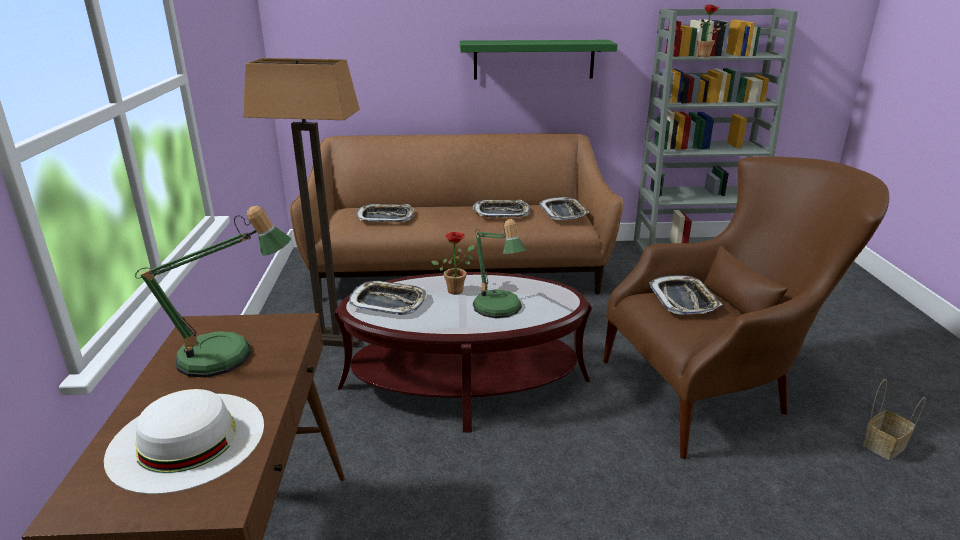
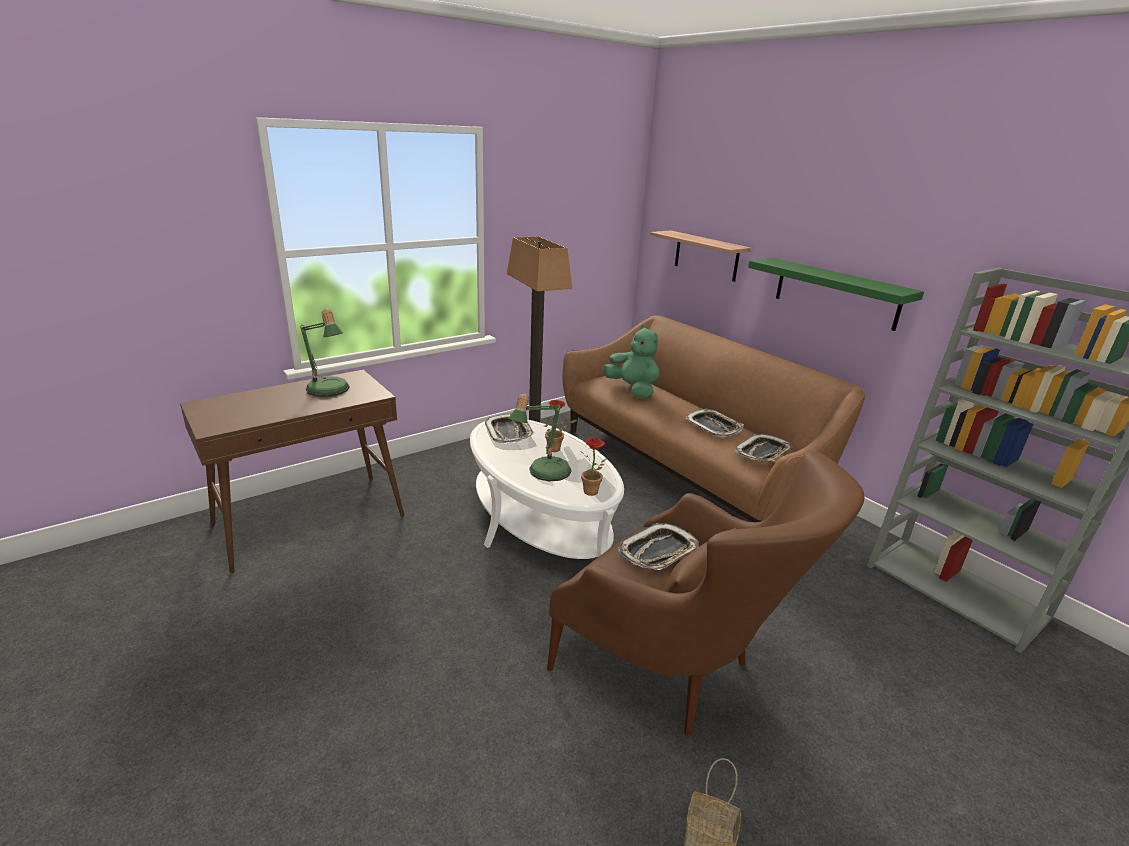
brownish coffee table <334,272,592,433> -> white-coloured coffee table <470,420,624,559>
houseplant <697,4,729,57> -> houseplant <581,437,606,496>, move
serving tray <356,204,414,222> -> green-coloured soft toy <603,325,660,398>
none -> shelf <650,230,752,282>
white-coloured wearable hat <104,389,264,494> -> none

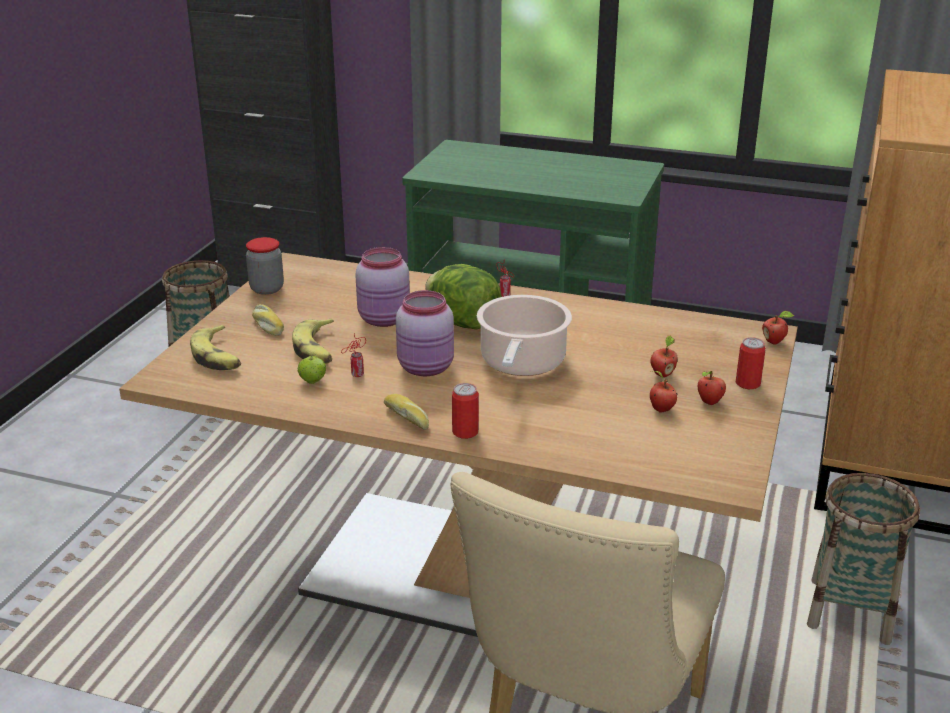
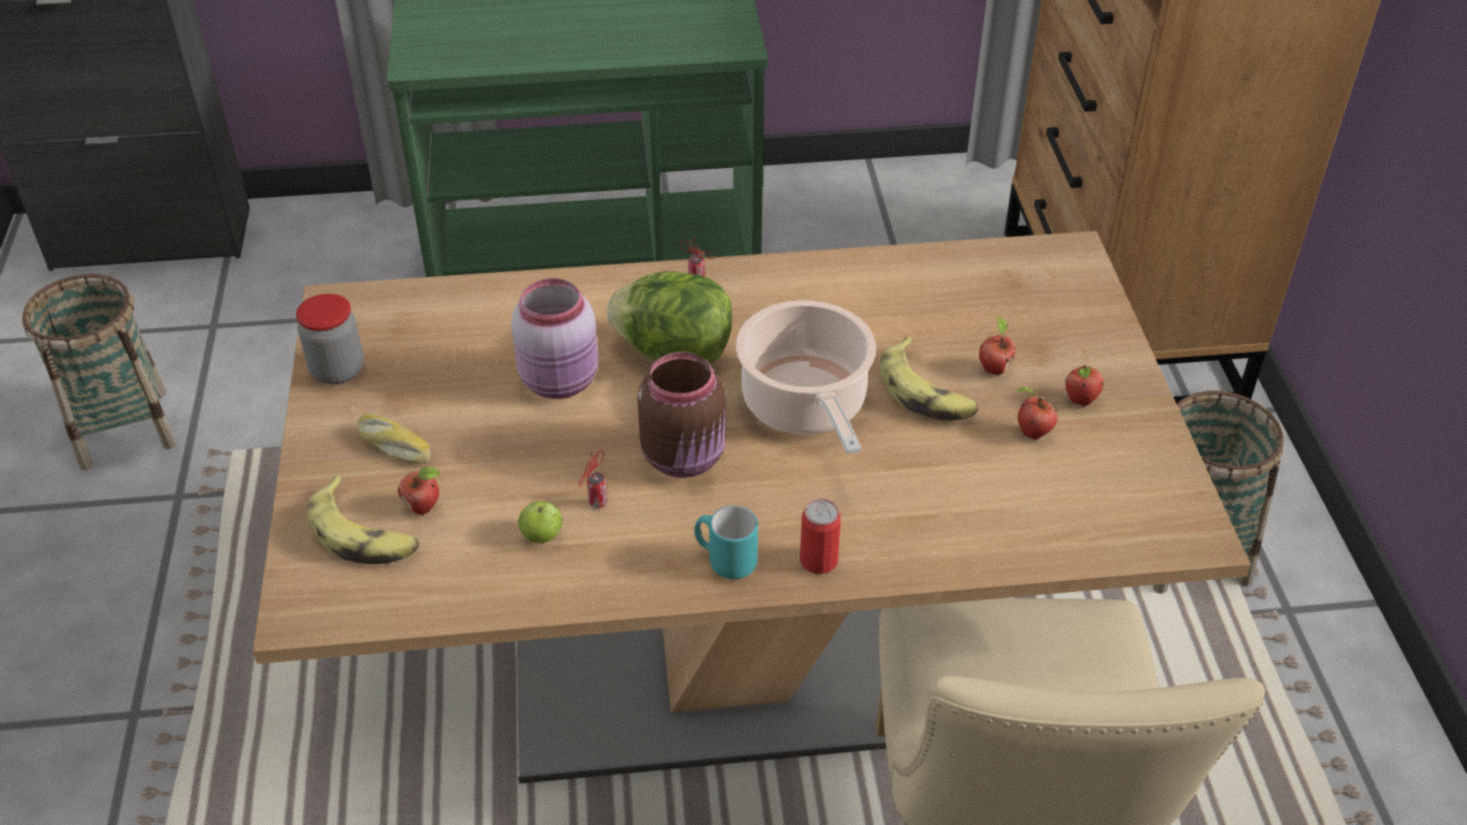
apple fruit <762,311,794,345> -> apple fruit <398,467,441,515>, move
pinkish preserve jar <396,290,454,376> -> brownish preserve jar <637,352,726,478>
baked bread <384,394,429,430> -> blue-green coffee mug <694,506,758,579>
banana fruit <292,318,334,364> -> banana fruit <880,337,979,421>, move
sealed can <736,337,766,389> -> none

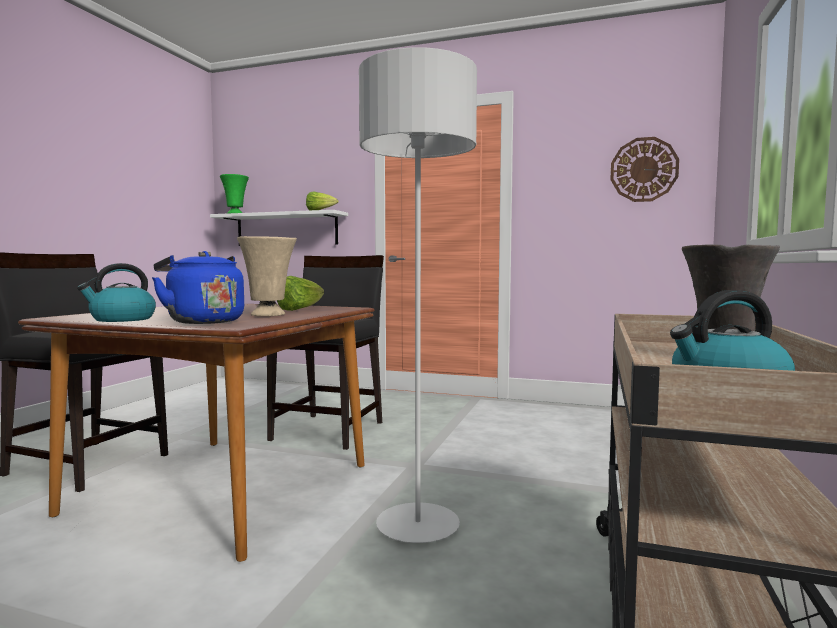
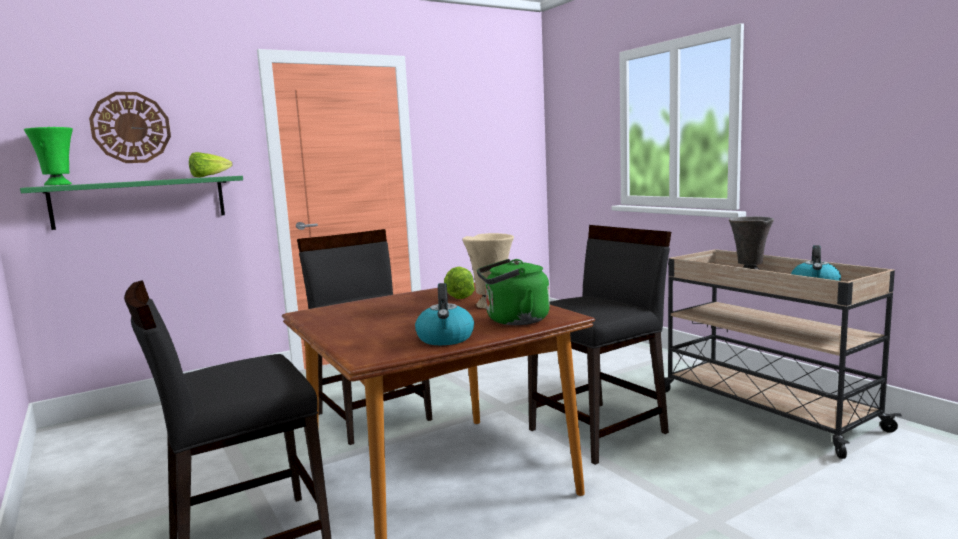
white-coloured shelf <210,210,348,246> -> green-coloured shelf <20,176,243,230>
wall clock <611,137,679,202> -> wall clock <89,92,171,163>, move
blue-coloured water kettle <152,251,244,324> -> green-coloured water kettle <477,259,550,325>
gray standing lamp <359,47,477,543> -> blackish chair <528,225,671,465>

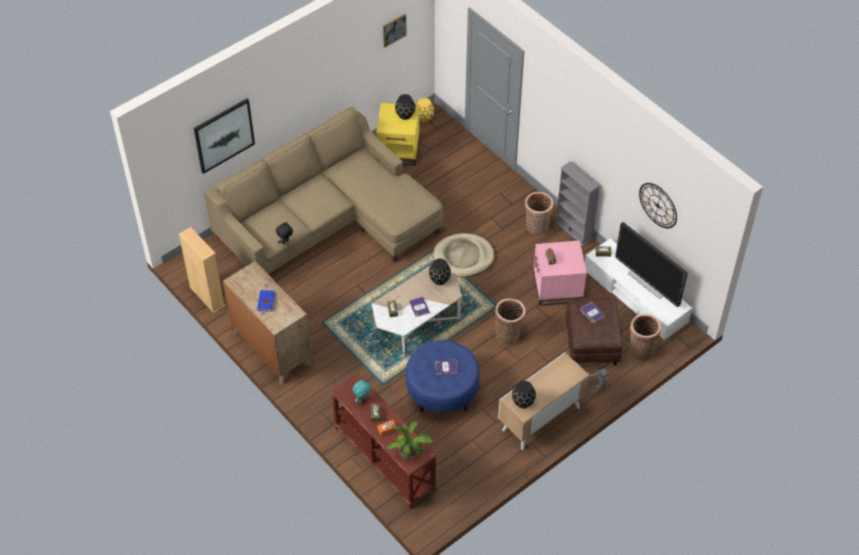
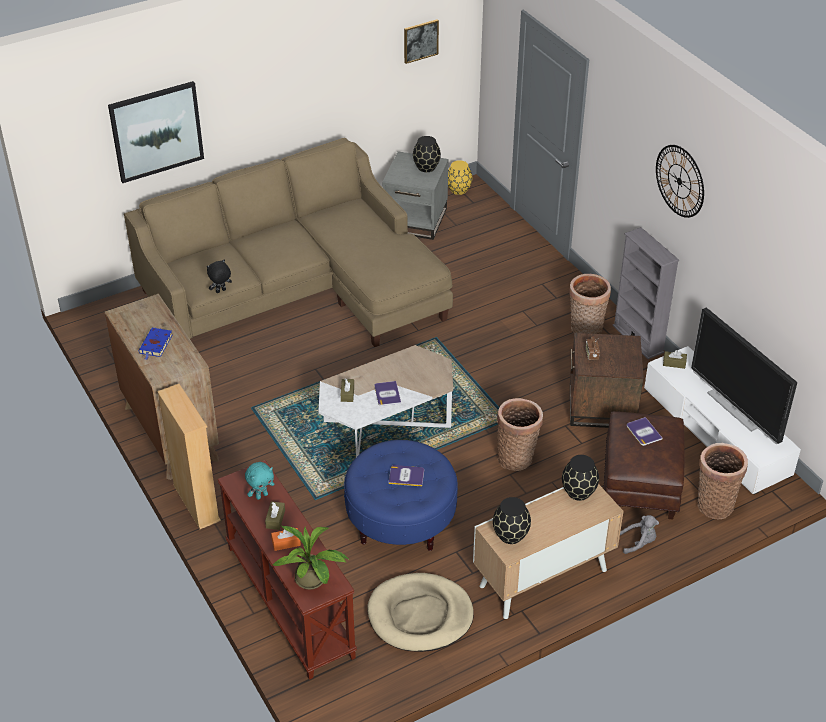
beige-coloured bookshelf <178,227,225,313> -> beige-coloured bookshelf <157,384,221,529>, move
beige-coloured dog bed <433,233,494,277> -> beige-coloured dog bed <367,573,474,652>, move
yellow end table <376,103,420,165> -> gray end table <382,151,448,240>
blackish vase <429,259,451,285> -> blackish vase <562,455,599,501>, move
pinkish end table <534,240,587,306> -> brownish end table <570,333,644,428>
wall clock <639,183,677,228> -> wall clock <656,145,704,218>, move

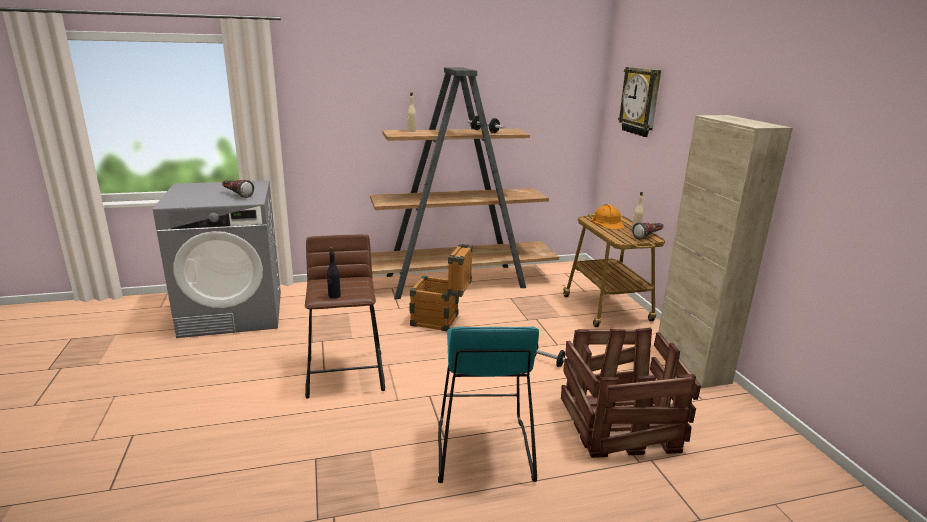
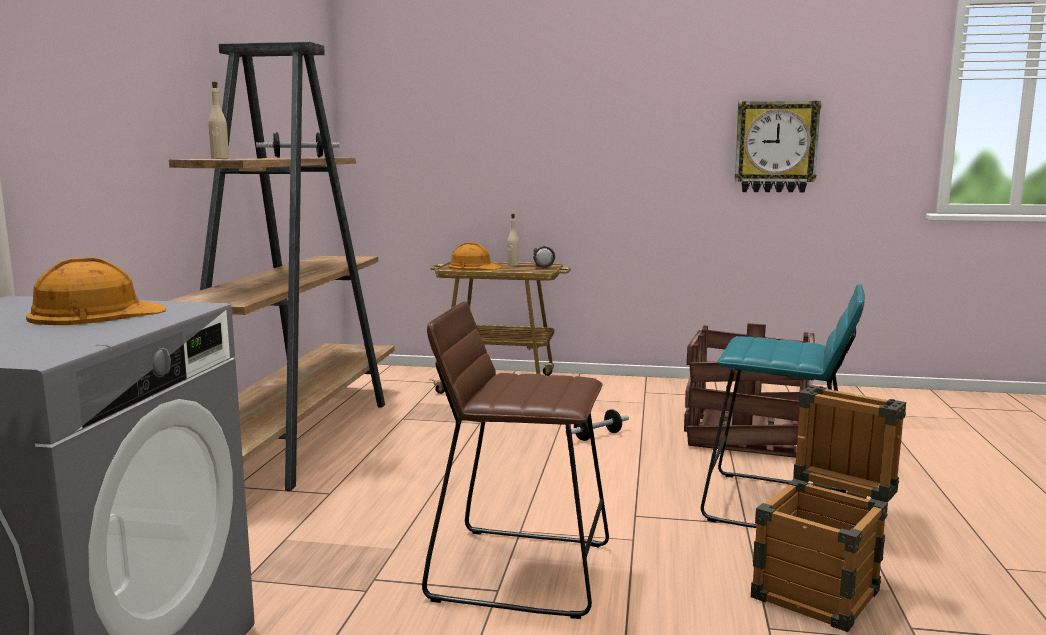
flashlight <222,180,254,198> -> orange-coloured safety helmet <26,257,166,325>
wall clock <618,67,661,137> -> wall clock <734,101,821,193>, move
crate <410,244,473,331> -> crate <751,385,906,632>, move
blackish beverage bottle <327,247,341,299> -> none
beige-coloured cupboard <658,115,793,388> -> none

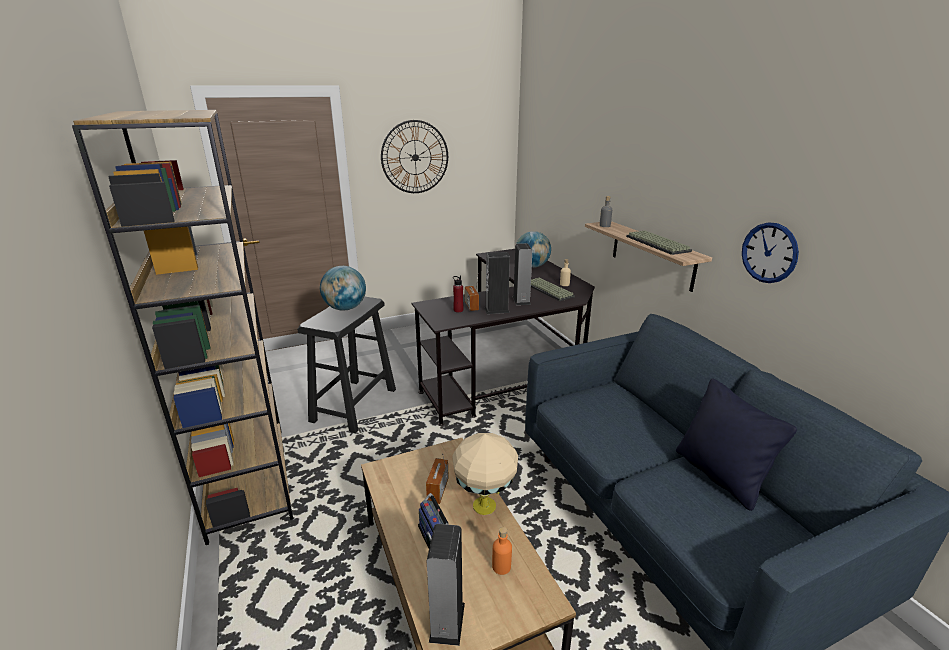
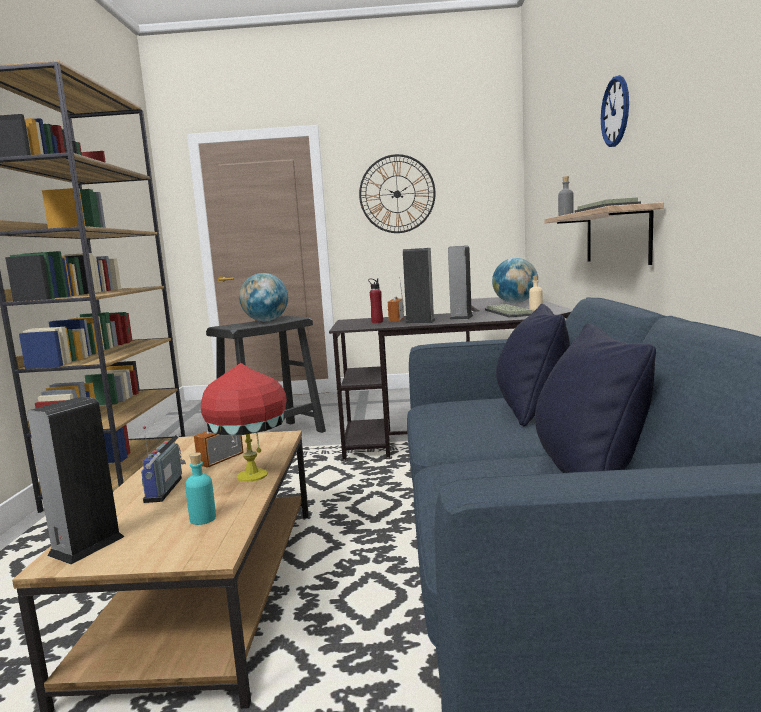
orange-coloured beverage bottle <492,527,512,575> -> blue-green beverage bottle <185,452,216,525>
beige-coloured tabletop lamp <453,433,518,515> -> red tabletop lamp <201,363,287,482>
none -> blackish pillow <496,304,570,426>
wall clock <742,222,799,283> -> wall clock <601,75,629,147>, move

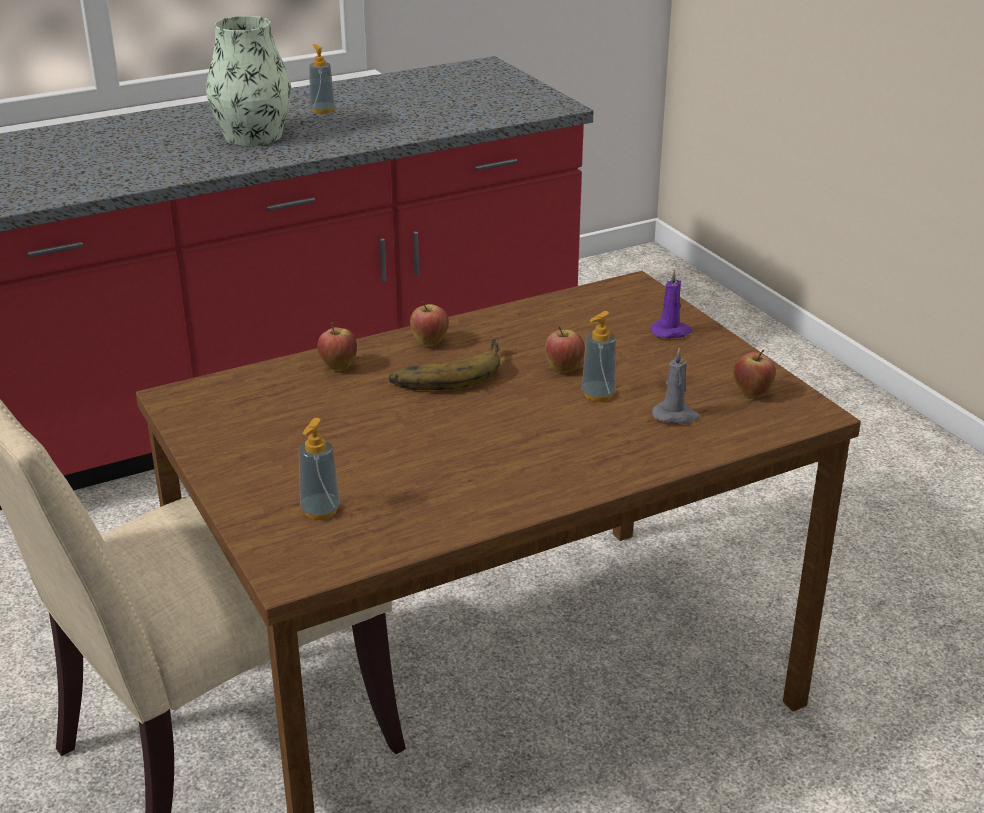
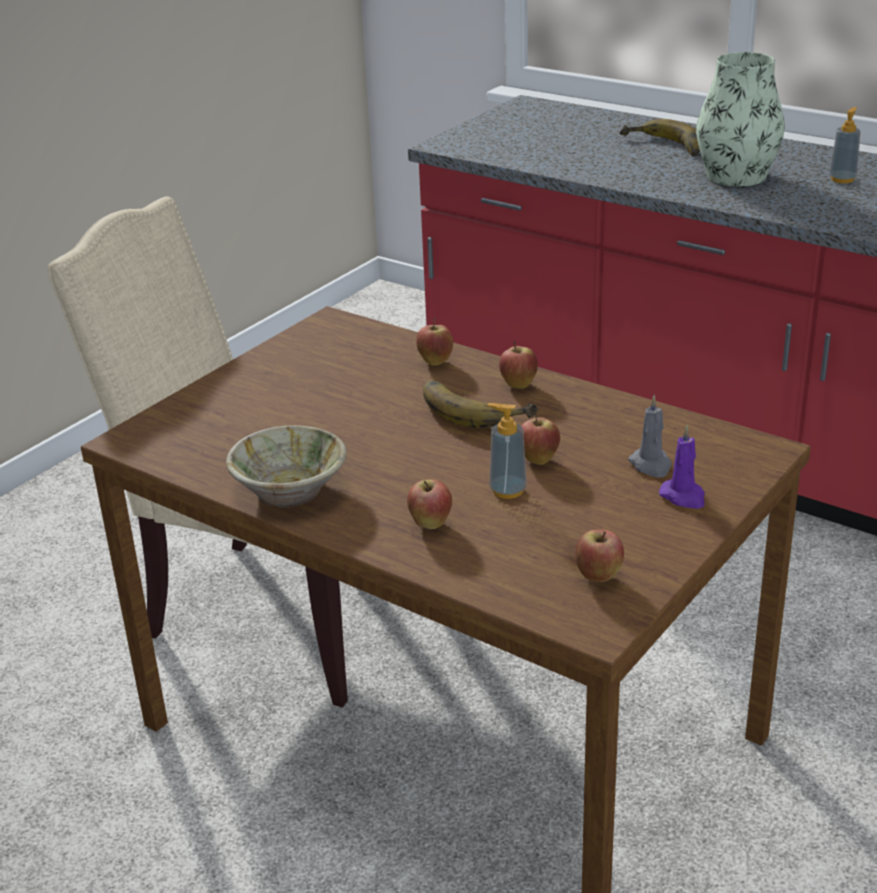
none -> beige-coloured serving bowl <226,425,347,507>
none -> apple fruit <407,479,452,529>
none -> banana fruit <619,119,700,156>
gray candle <652,348,700,424> -> gray candle <628,395,672,478>, move
soap bottle <299,418,340,520> -> none

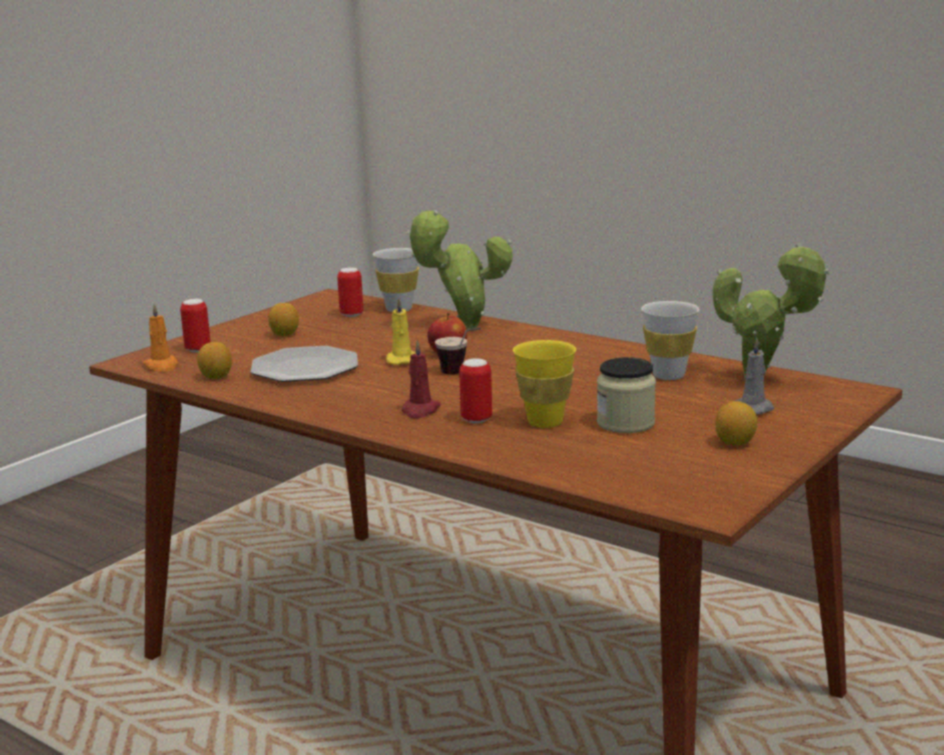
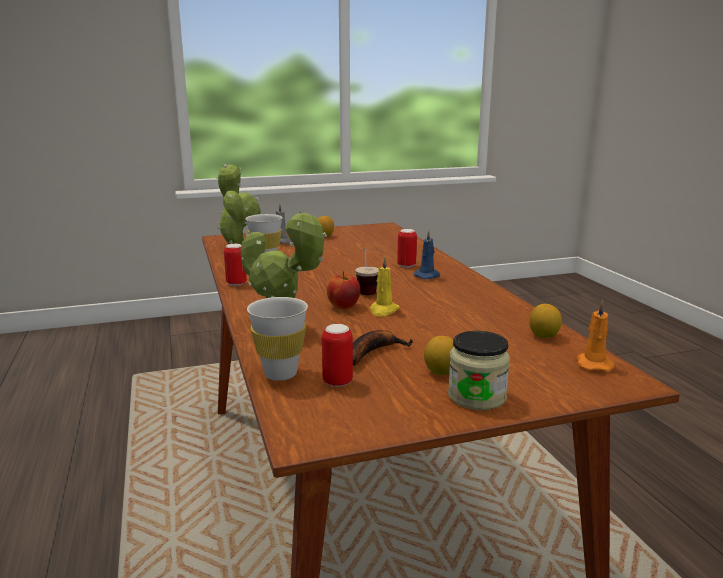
sealed can <180,299,211,352> -> sealed can <224,244,247,286>, move
none -> banana fruit <353,330,413,366>
red candle <402,340,441,418> -> blue-coloured candle <414,230,440,279>
preserve jar <597,357,656,433> -> preserve jar <448,331,510,410>, move
plate <251,346,358,382> -> none
yellow drinking cup <513,340,576,428> -> none

